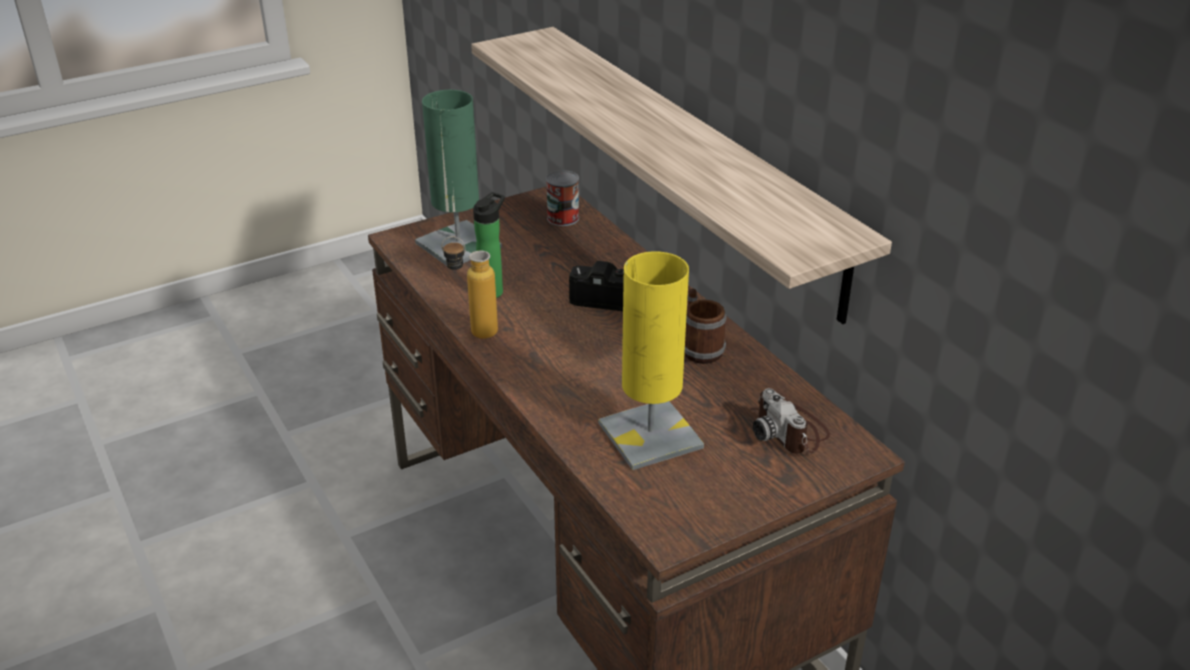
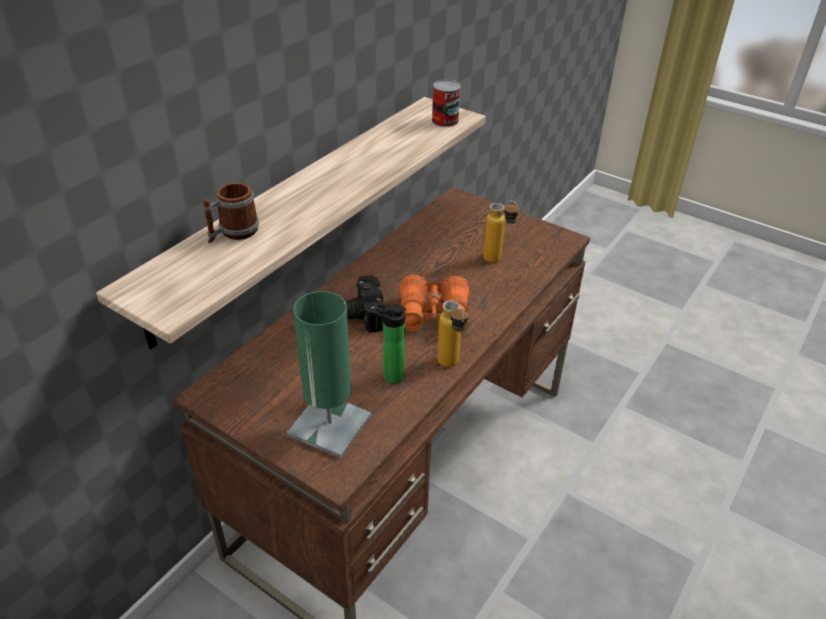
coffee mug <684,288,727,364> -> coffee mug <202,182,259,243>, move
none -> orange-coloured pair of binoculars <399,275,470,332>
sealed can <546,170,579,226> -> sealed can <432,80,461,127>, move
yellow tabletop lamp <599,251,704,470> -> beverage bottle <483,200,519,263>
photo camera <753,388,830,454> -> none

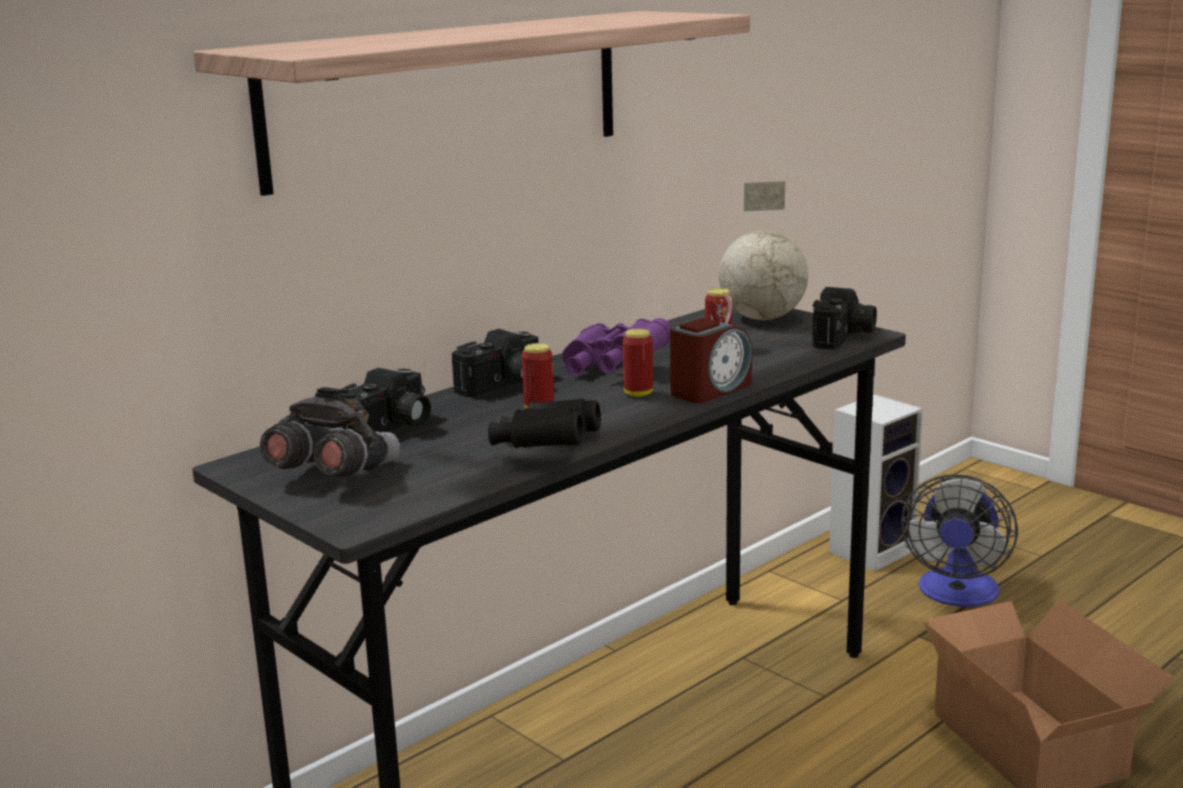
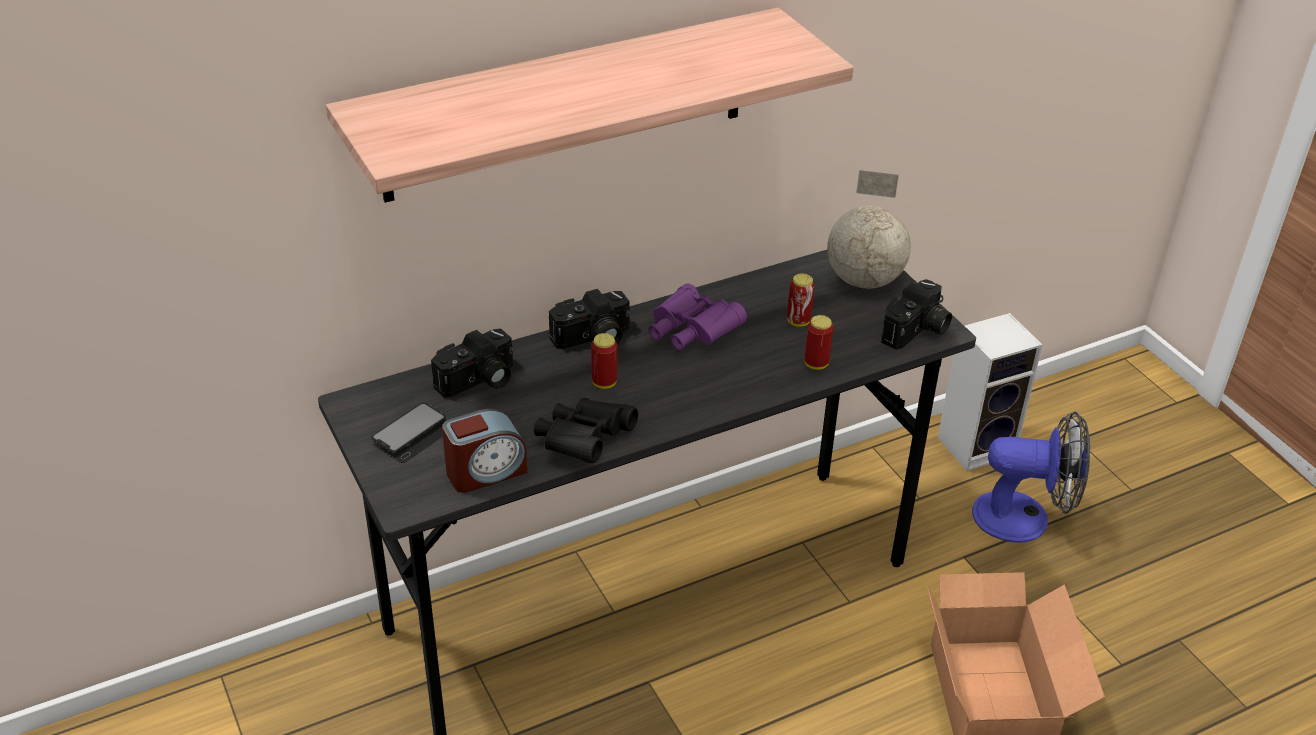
gray pair of binoculars <260,387,400,478> -> handset <371,403,447,463>
table clock <670,318,752,403> -> table clock <442,409,527,493>, move
sealed can <623,329,653,397> -> sealed can <804,315,834,370>, move
fan <901,474,1018,607> -> fan <972,411,1090,543>, 120 degrees counterclockwise

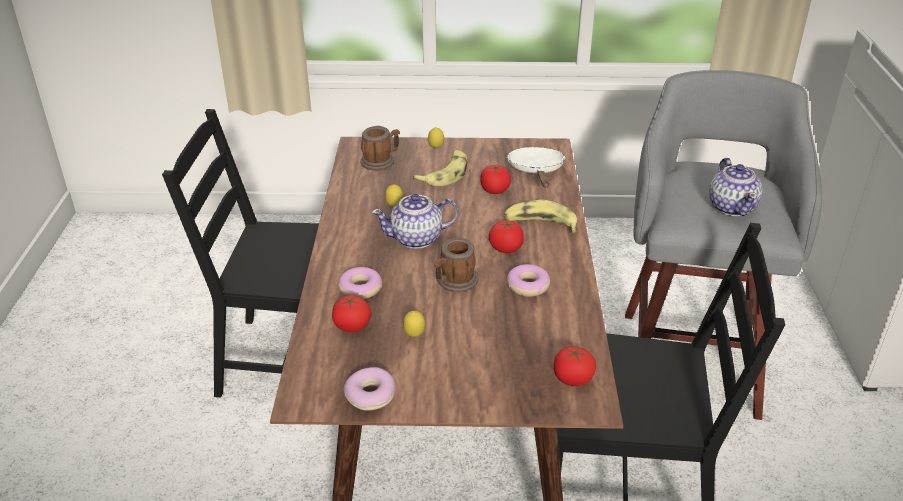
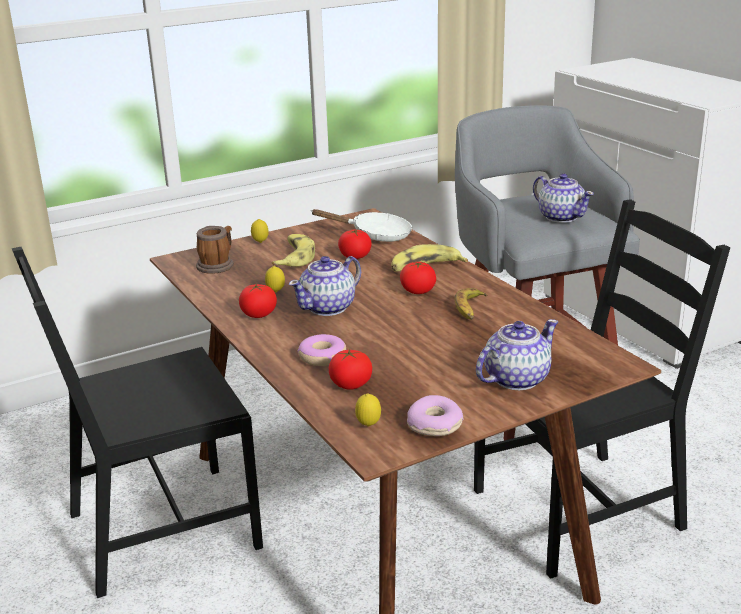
fresh tomato <553,346,596,386> -> fresh tomato <239,283,277,318>, move
white-coloured skillet <507,147,566,187> -> white-coloured skillet <311,209,412,242>, 135 degrees clockwise
lemon <403,311,425,337> -> lemon <355,394,381,427>, move
doughnut <507,264,550,297> -> banana fruit <455,288,487,320>
none -> pot for tea <476,319,558,390>
coffee mug <434,238,478,292> -> none

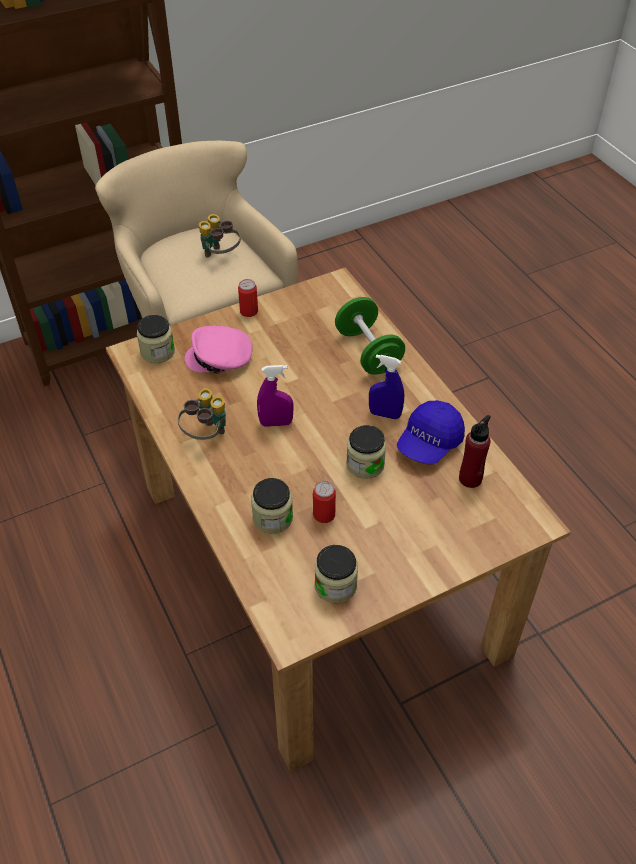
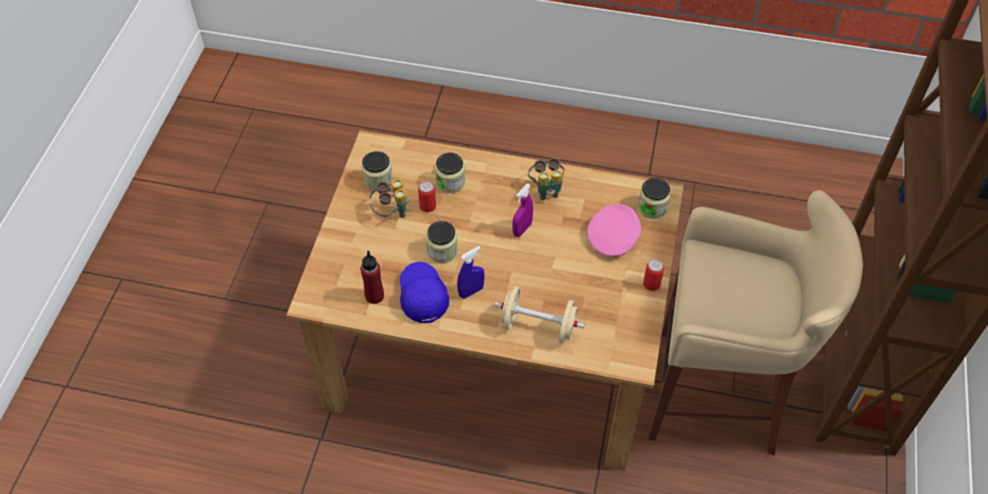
pair of binoculars <199,214,241,258> -> pair of binoculars <369,178,410,218>, move
green-coloured dumbbell <335,297,405,375> -> beige-coloured dumbbell <495,287,585,344>

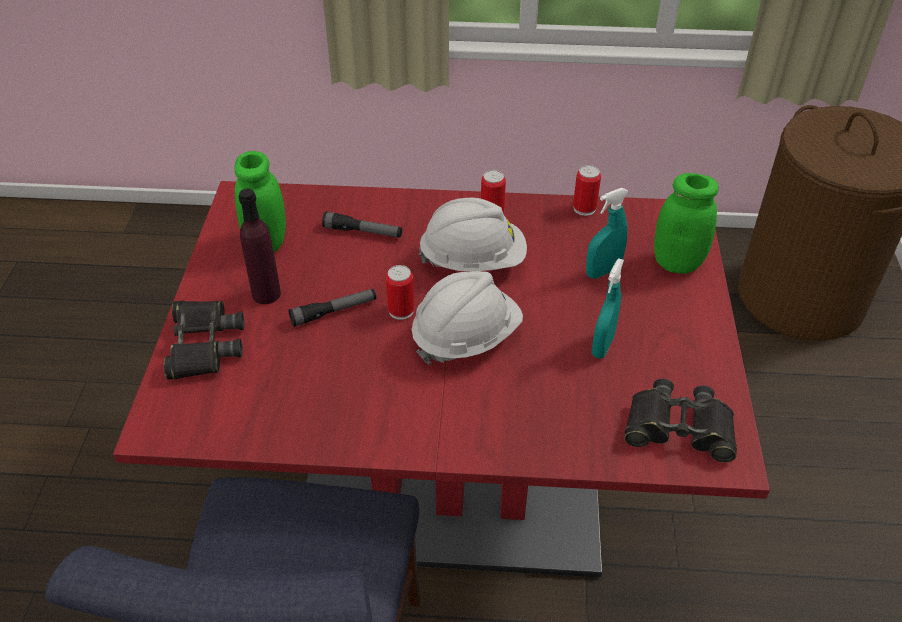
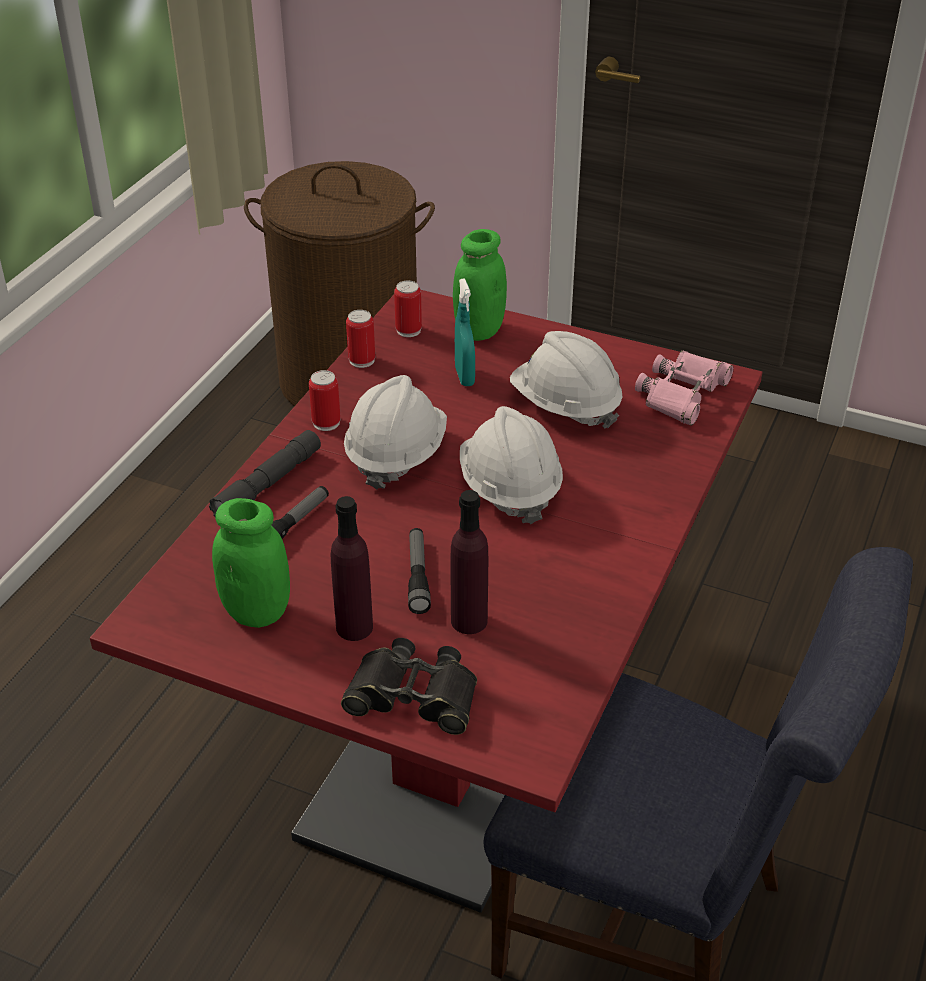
none -> gray flashlight <209,430,321,517>
sealed can <386,265,414,320> -> sealed can <394,281,422,337>, move
none -> purplish beverage bottle <451,490,488,634>
blue-green sprayer <592,258,624,359> -> white-coloured safety helmet <510,331,622,429>
blackish pair of binoculars <624,379,737,462> -> pinkish pair of binoculars <635,351,733,425>

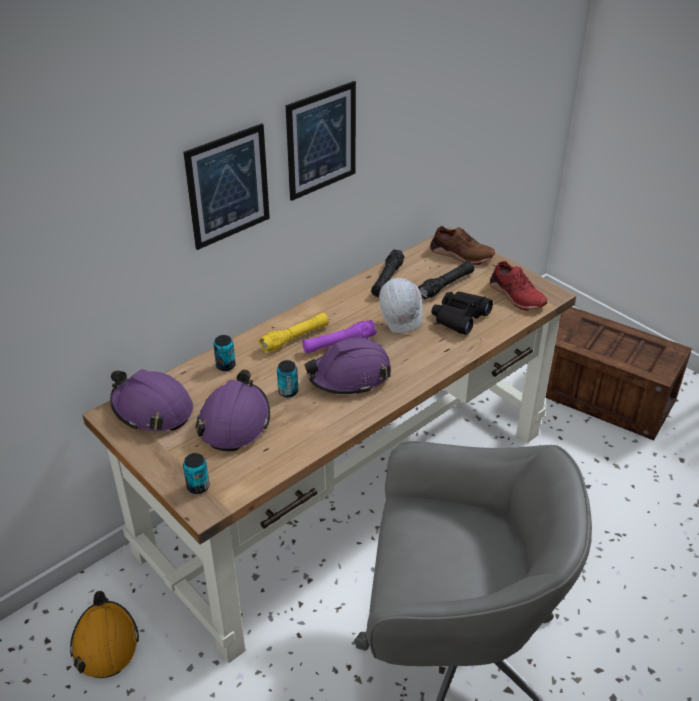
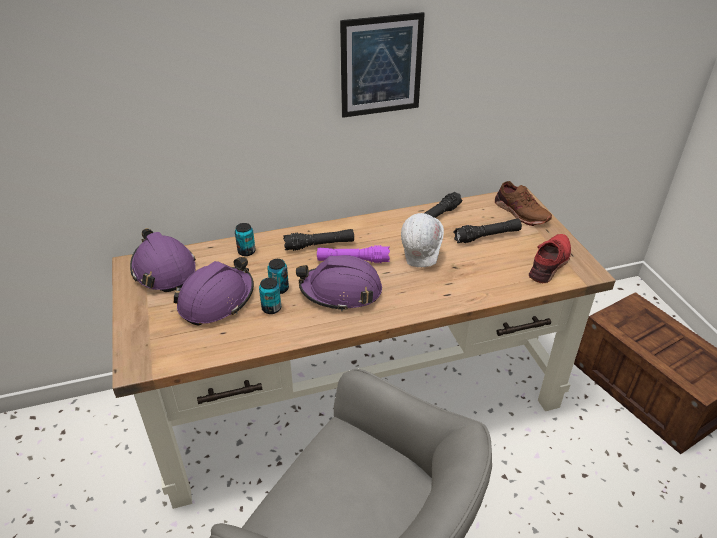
sealed can <183,453,210,494> -> sealed can <259,278,281,314>, move
yellow flashlight <258,313,329,353> -> blackish flashlight <283,229,354,251>
red item of footwear <490,261,547,311> -> red item of footwear <529,234,571,283>, 135 degrees counterclockwise
orange-coloured safety helmet <70,591,139,678> -> none
wall picture <183,123,270,250> -> none
blackish pair of binoculars <431,292,493,335> -> none

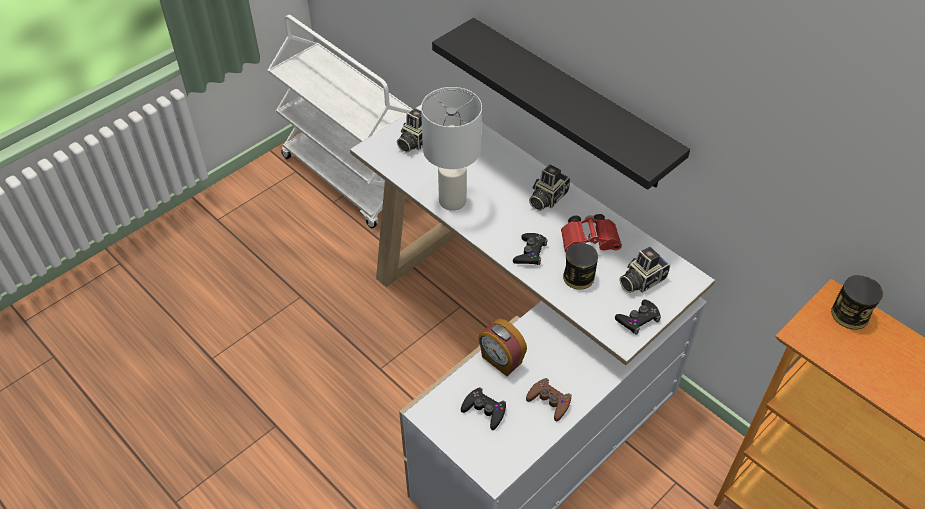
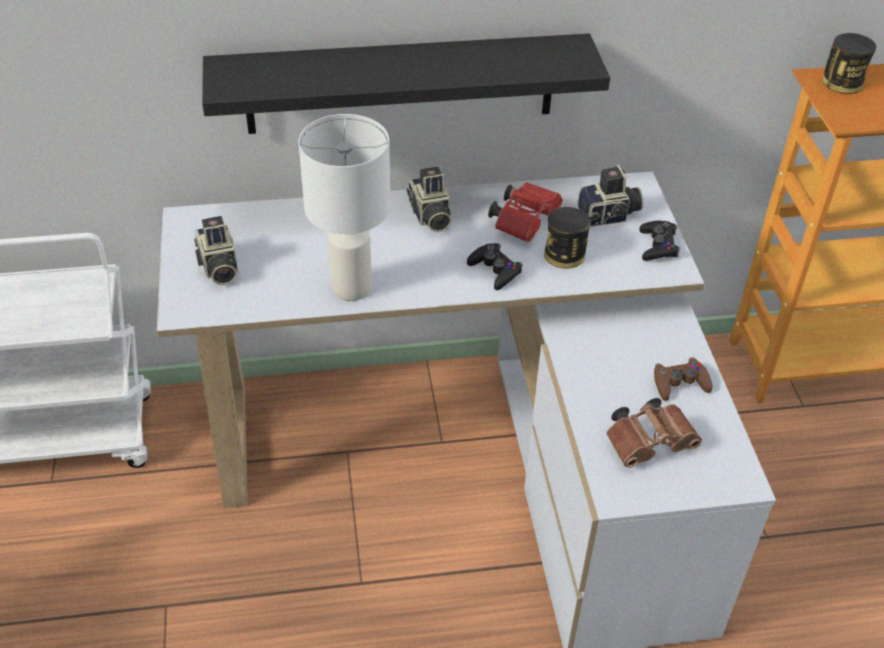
photo camera <620,247,670,293> -> photo camera <578,165,644,227>, 105 degrees counterclockwise
blackish joypad <461,387,506,430> -> brownish pair of binoculars <606,398,702,468>
table clock <478,319,527,376> -> none

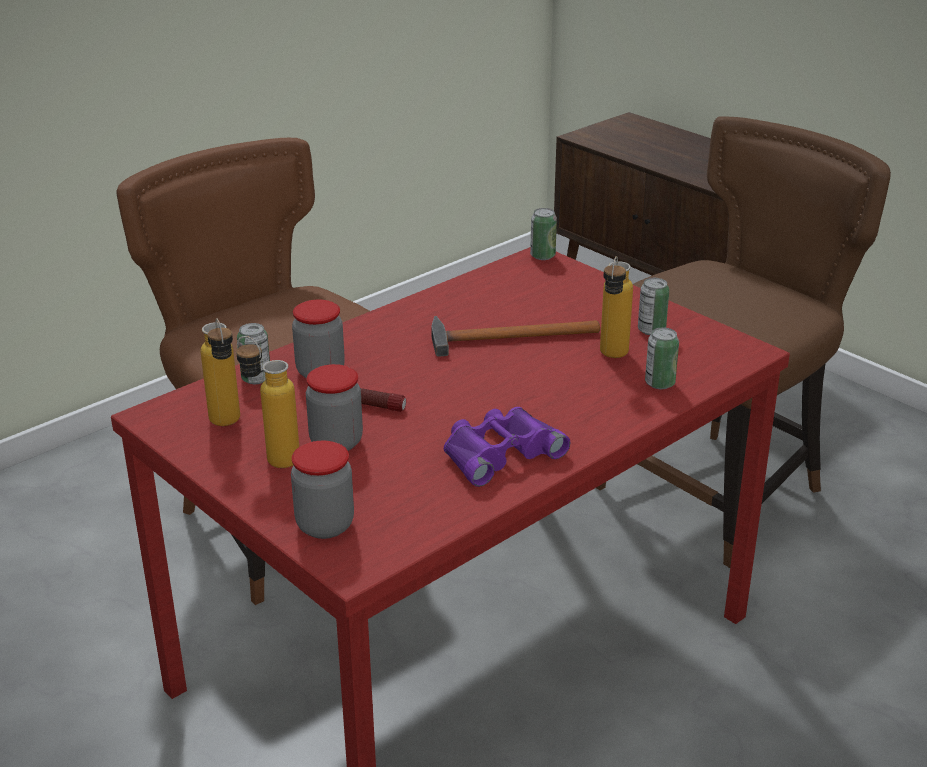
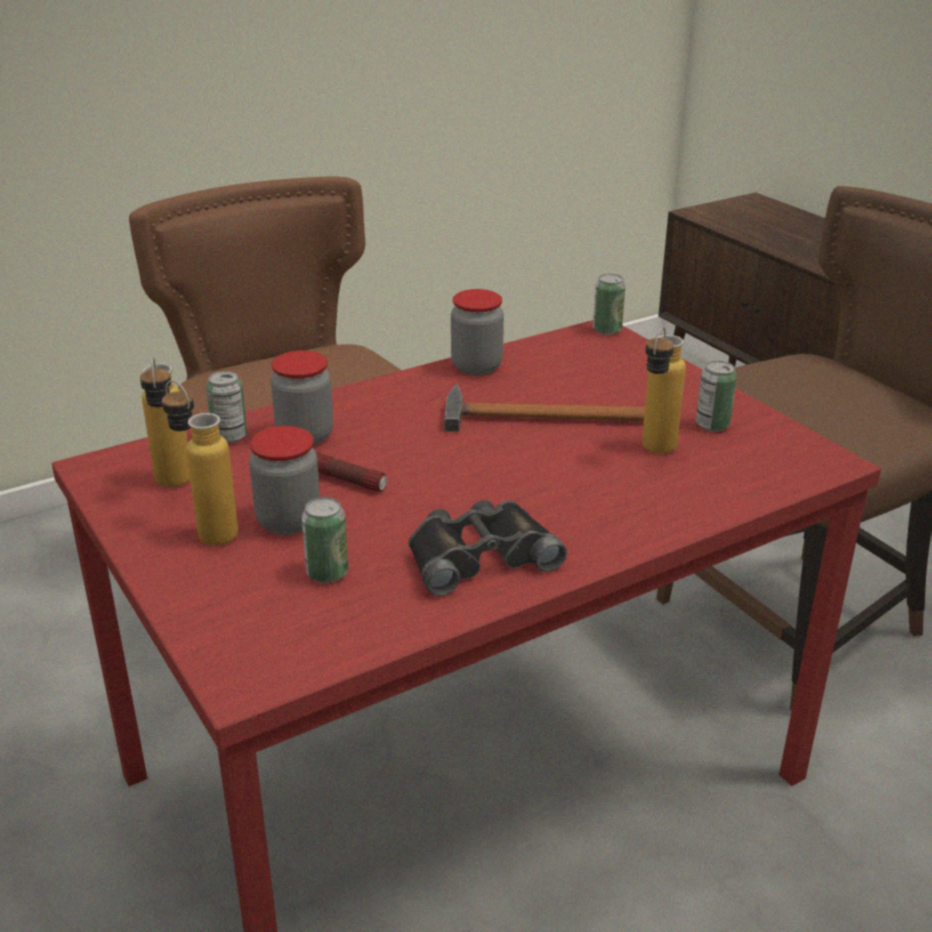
sealed can <645,327,679,389> -> sealed can <302,497,348,583>, move
purplish pair of binoculars <444,407,570,487> -> blackish pair of binoculars <408,500,567,596>
preserve jar <291,441,354,539> -> preserve jar <451,289,504,375>, move

